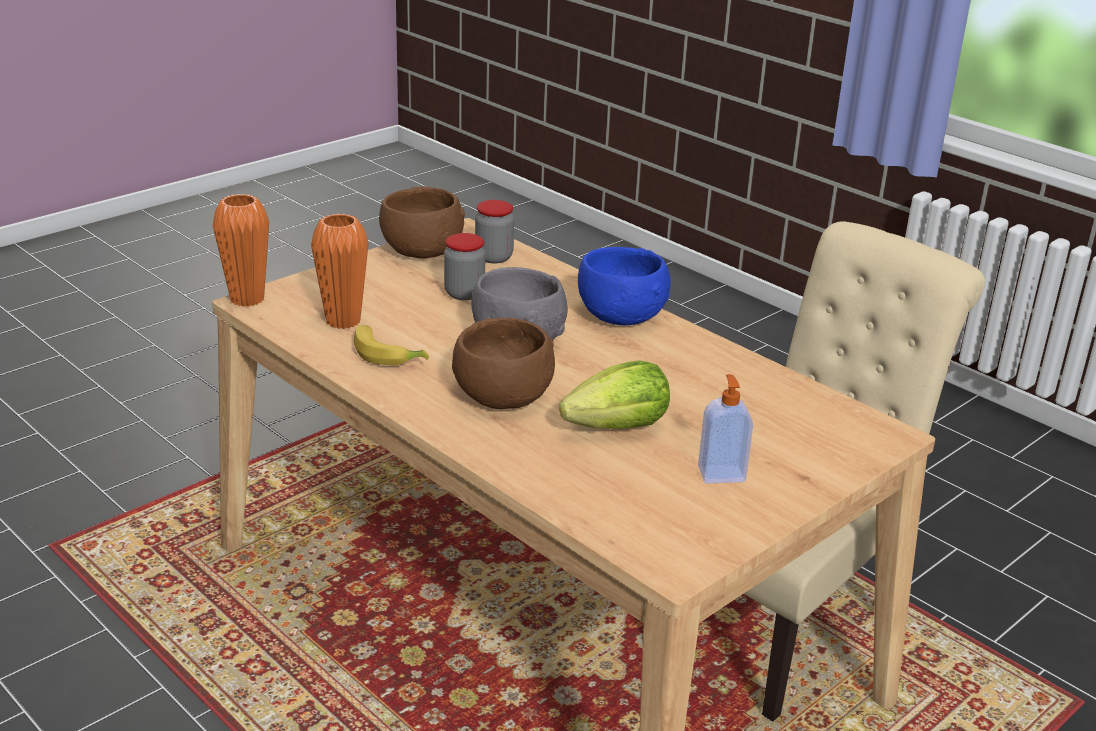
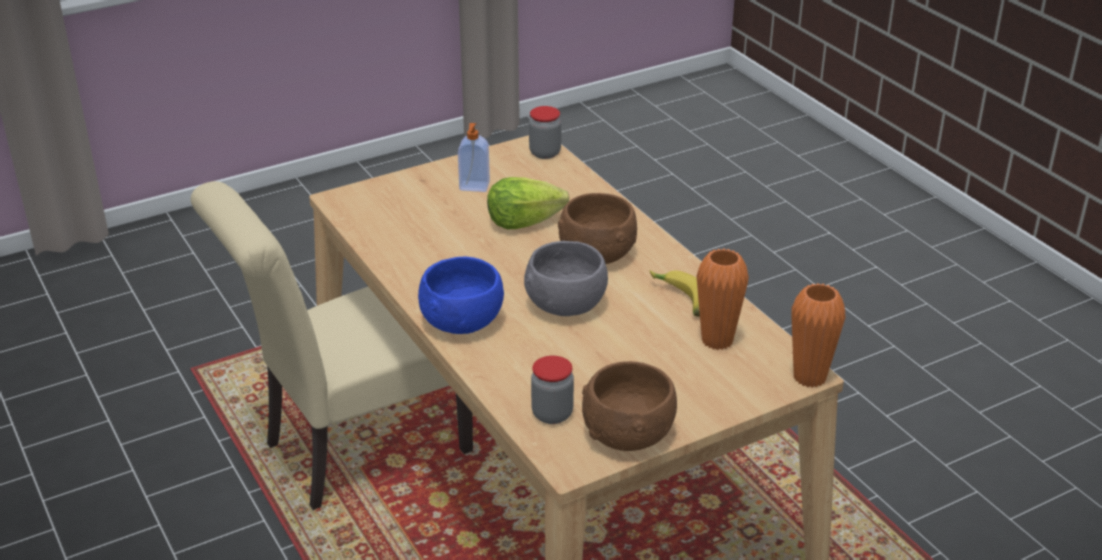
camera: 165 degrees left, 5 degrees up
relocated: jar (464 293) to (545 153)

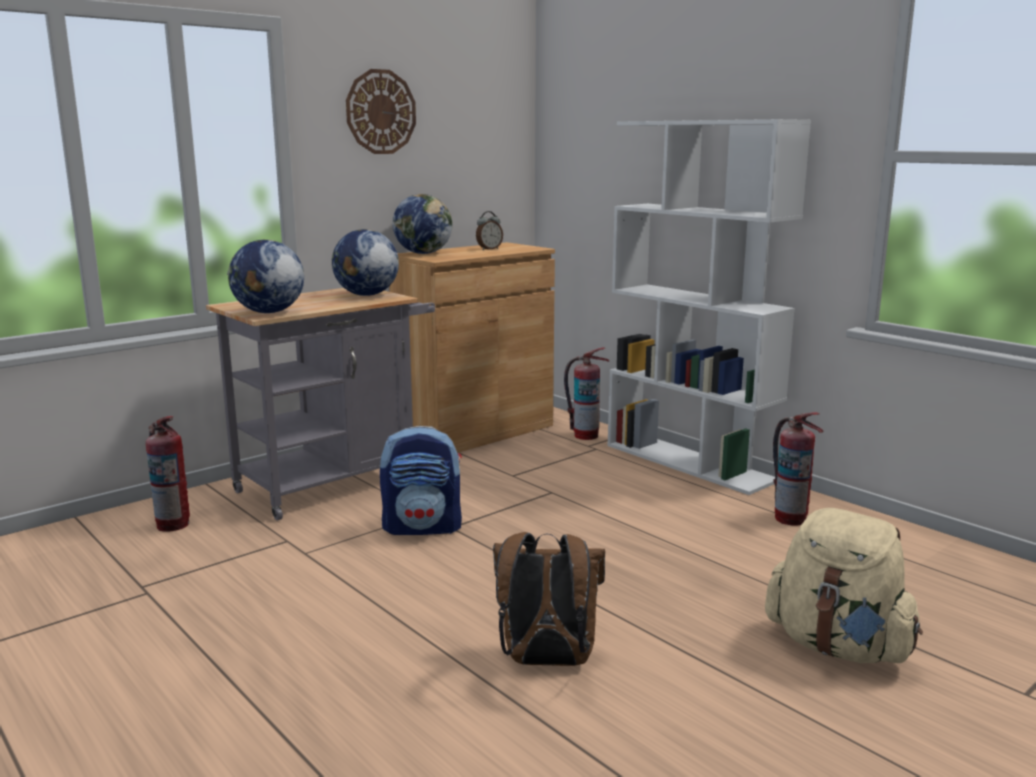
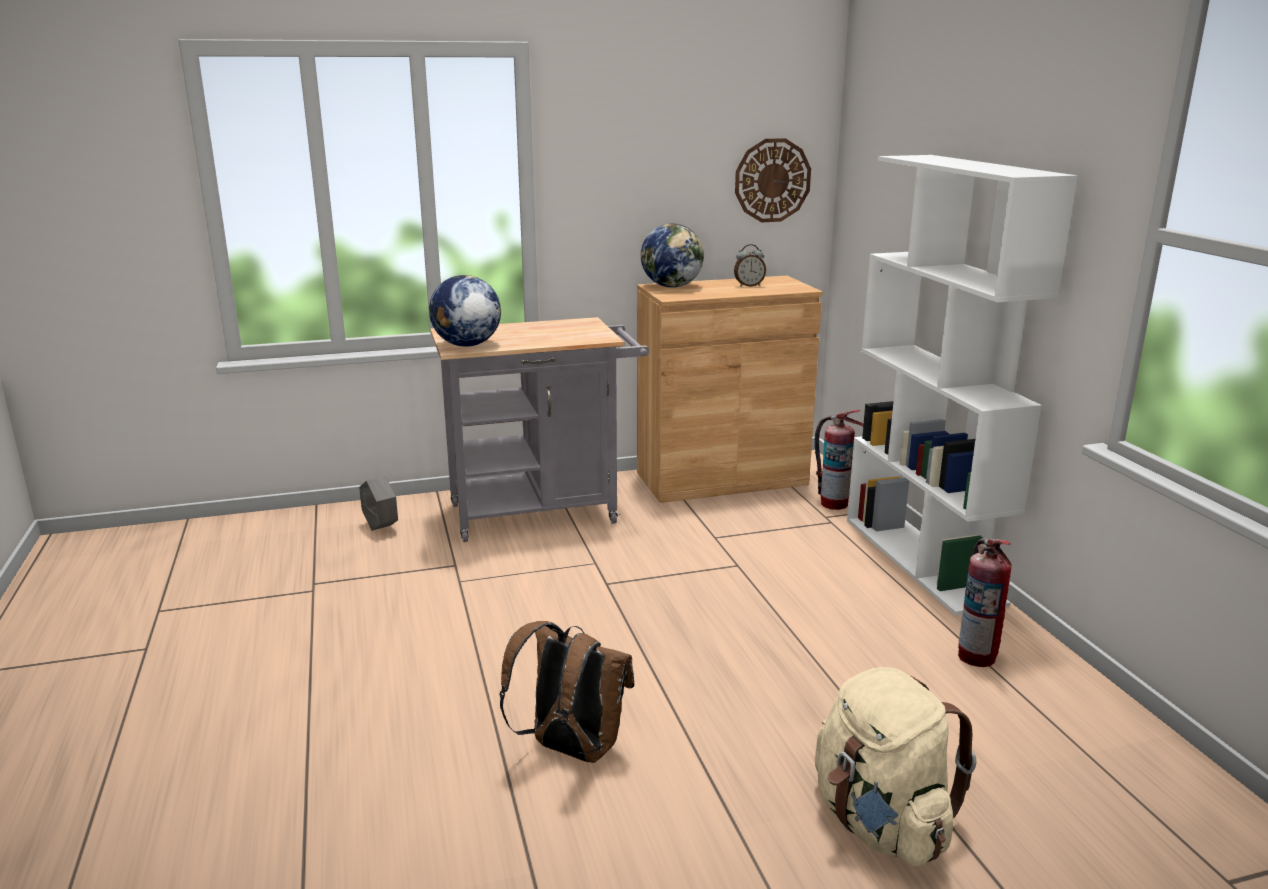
camera: 25 degrees right, 5 degrees up
missing: globe (366 295); backpack (423 527)
relocated: wall clock (380 112) to (772 180)
exchanged: fire extinguisher (173 524) to grey planter (381 528)

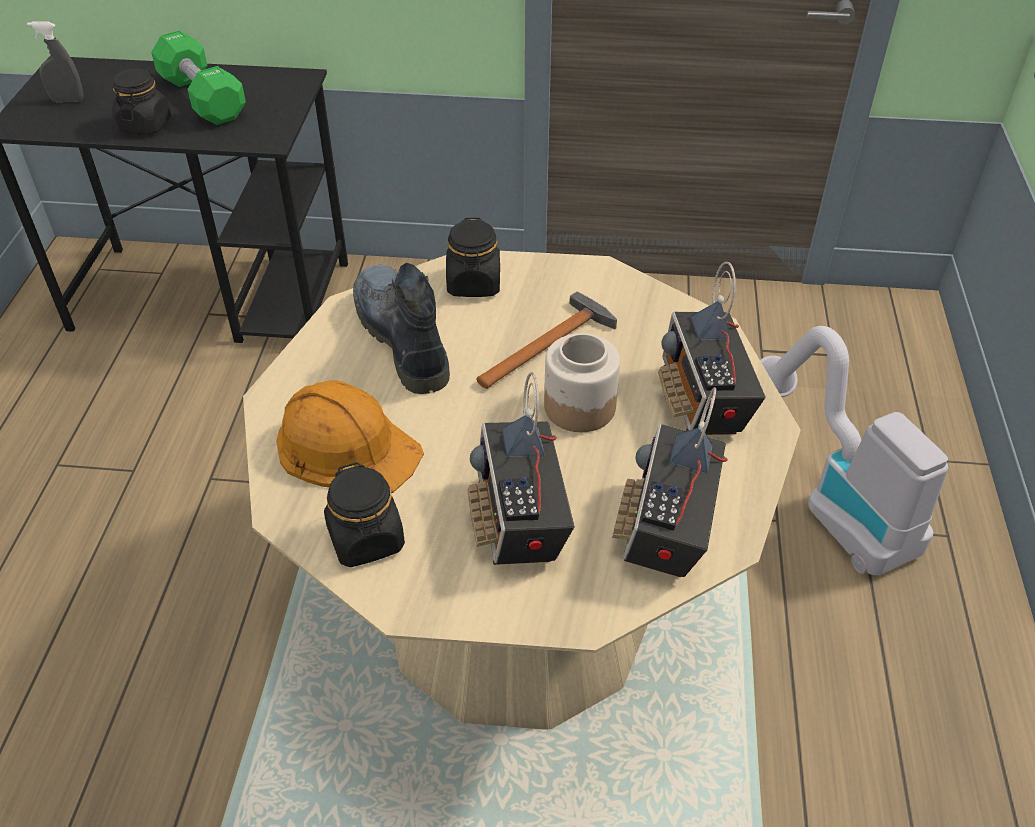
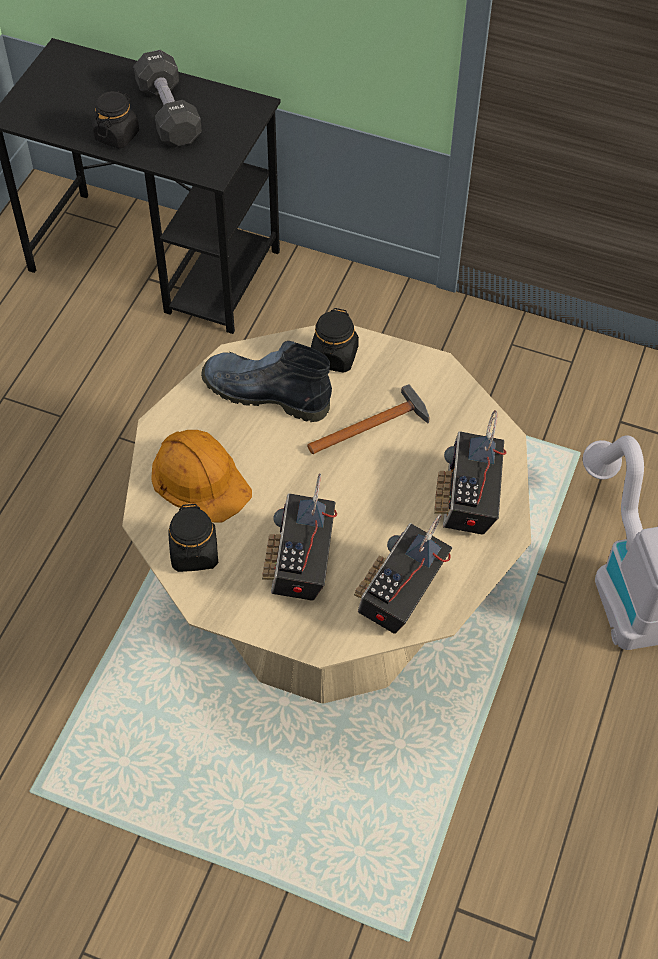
camera: 15 degrees right, 10 degrees up
missing: grey spray bottle (68 100); jar (579 406)
colour: green dumbbell (202 98) to black dumbbell (169 114)
spun: boot (400 336) = (264 393) 60 degrees counterclockwise

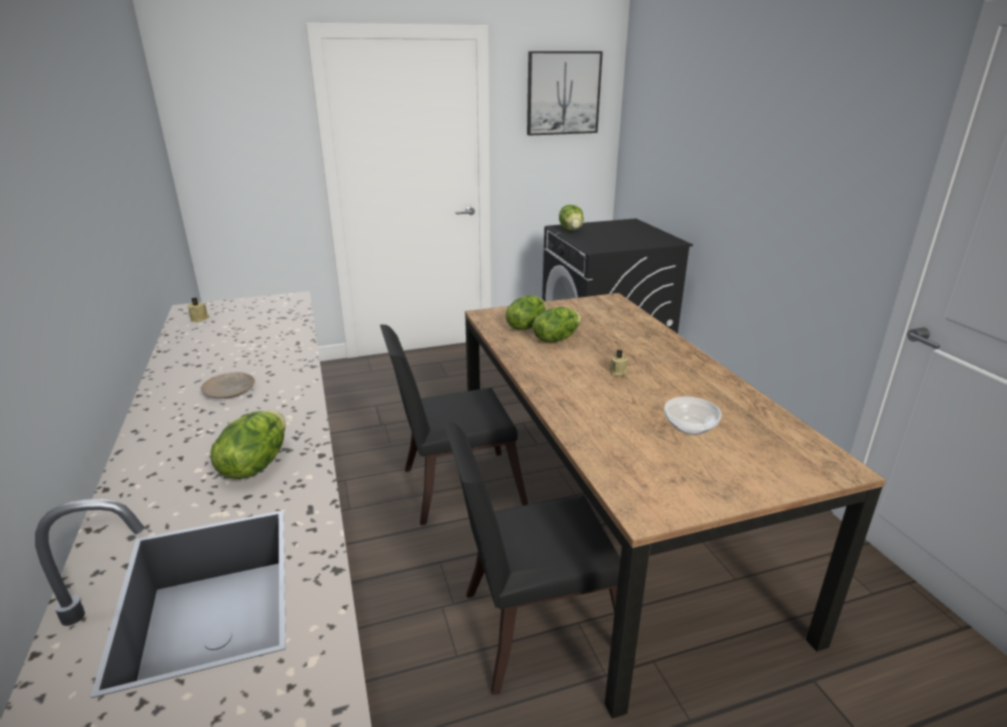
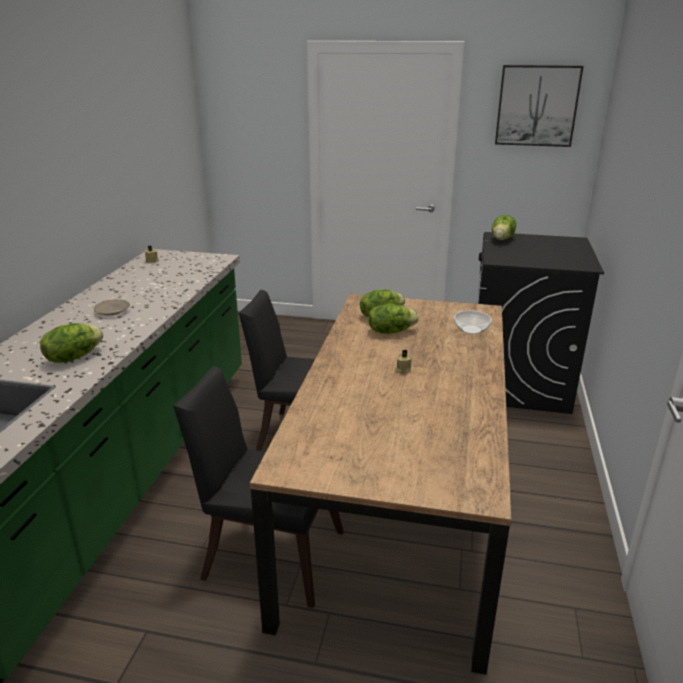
camera: 30 degrees right, 0 degrees up
relocated: bowl (689 426) to (471 329)

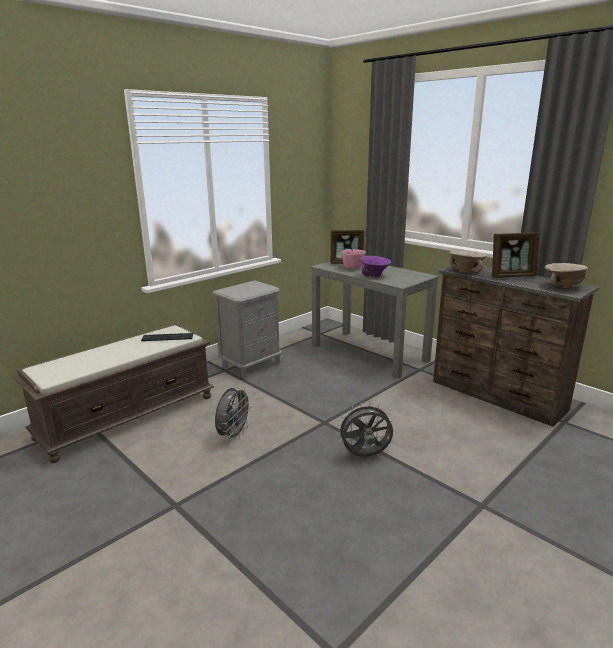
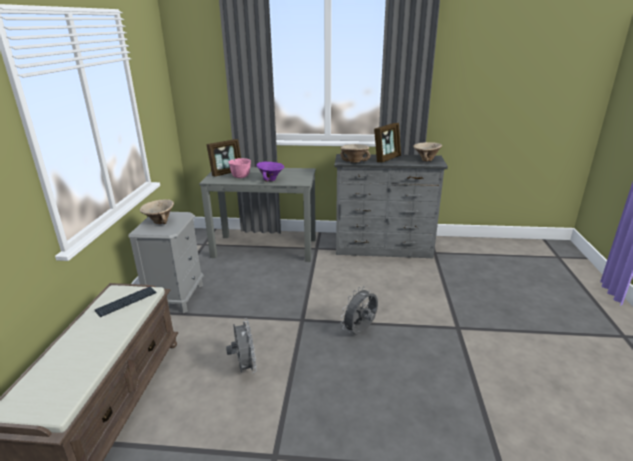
camera: 40 degrees left, 5 degrees up
appeared: beige bowl (159 222)
colour: brown dresser (497 396) to grey dresser (384 250)

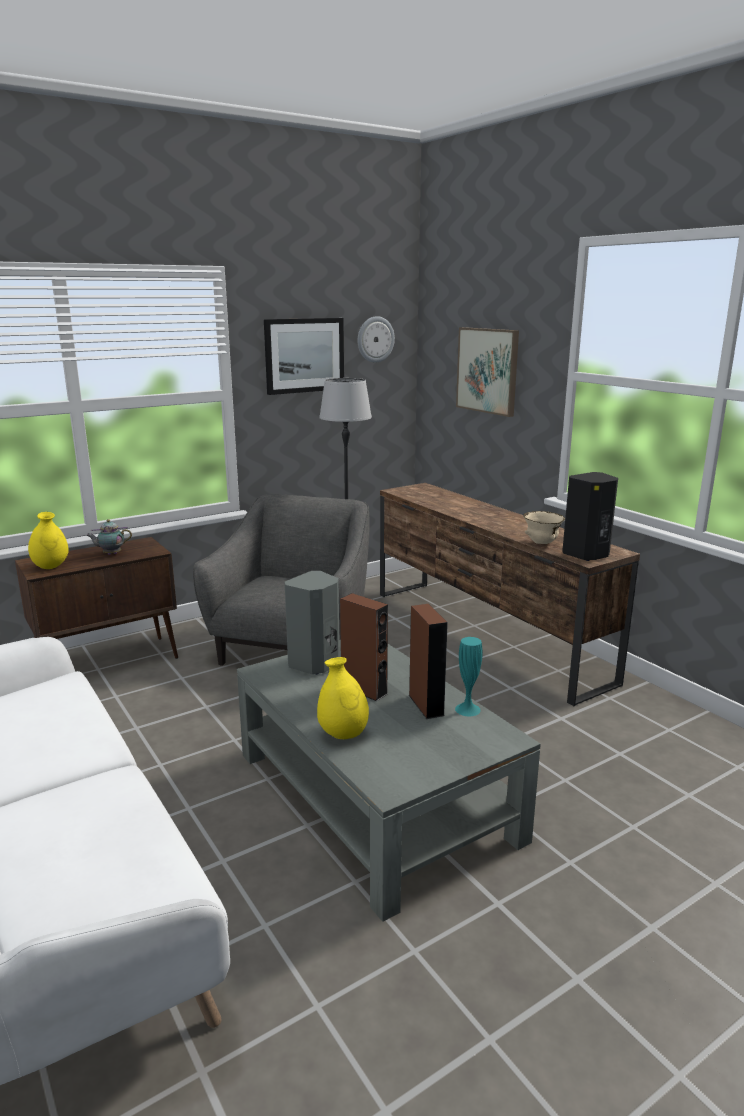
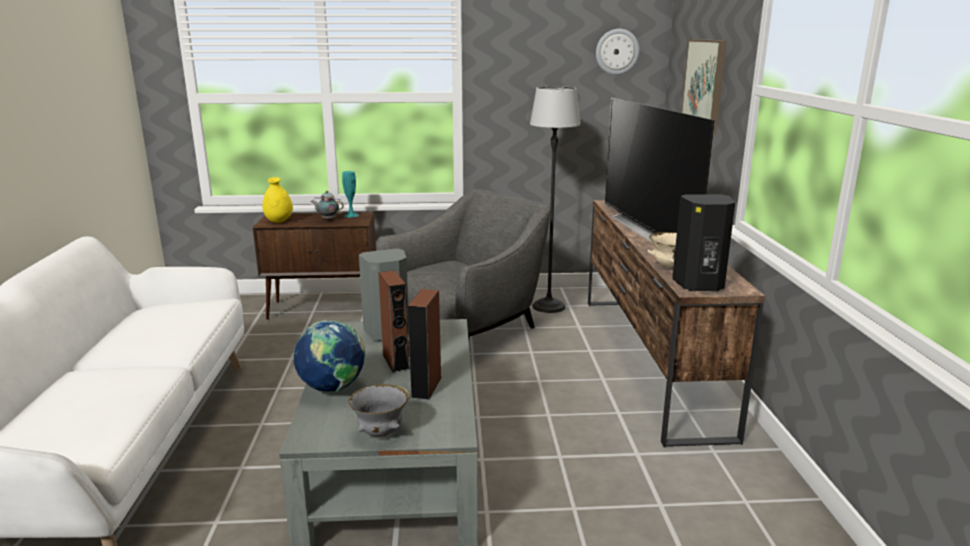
camera: 30 degrees right, 0 degrees up
missing: picture (304 355)
appeared: television (653 231); grey bowl (381 433)
relocated: turquoise vase (467 709) to (351 215)
exchanged: yellow vase (343 734) to globe (333 389)

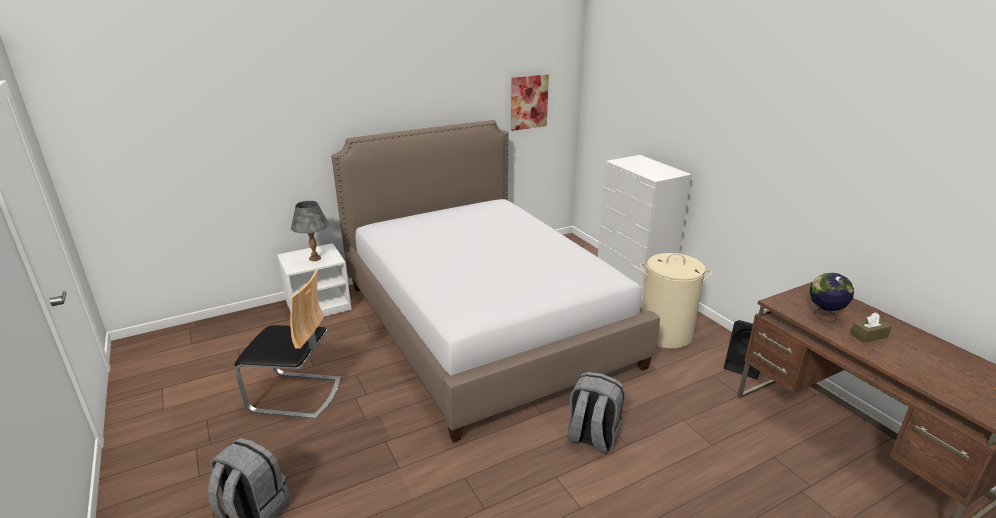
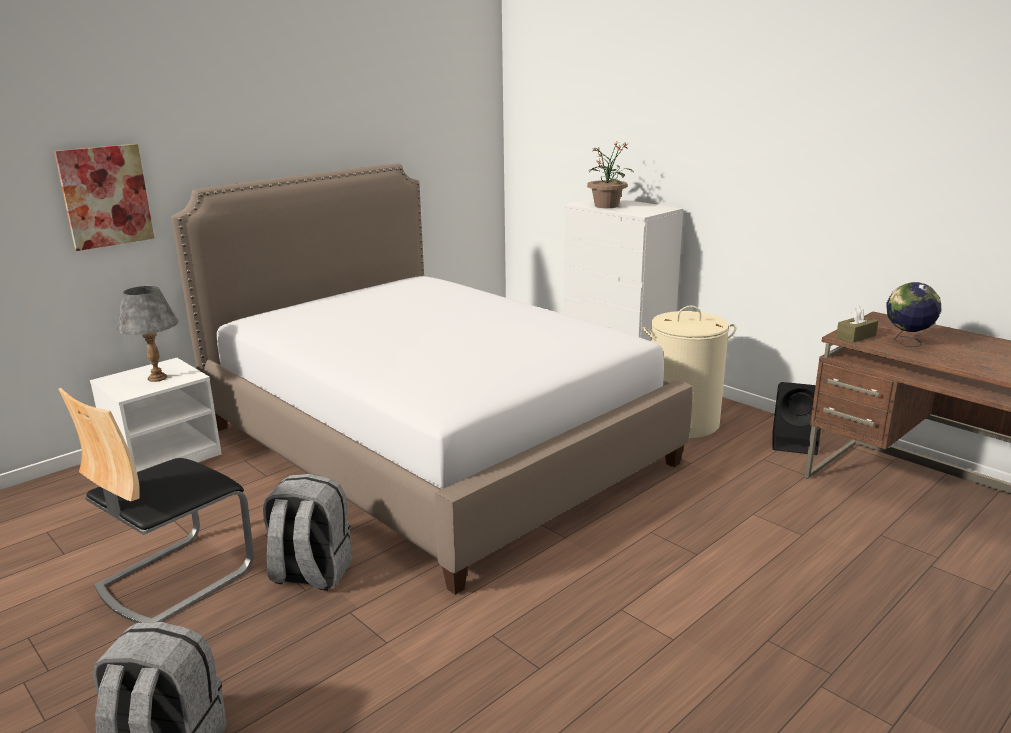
camera: 15 degrees left, 5 degrees down
appeared: potted plant (606 206)
relocated: picture (528 102) to (105 196); brown tissue box (868 336) to (855 336); grey backpack (592 437) to (310 574)
spun: chair (295 395) = (174 577) 135 degrees clockwise

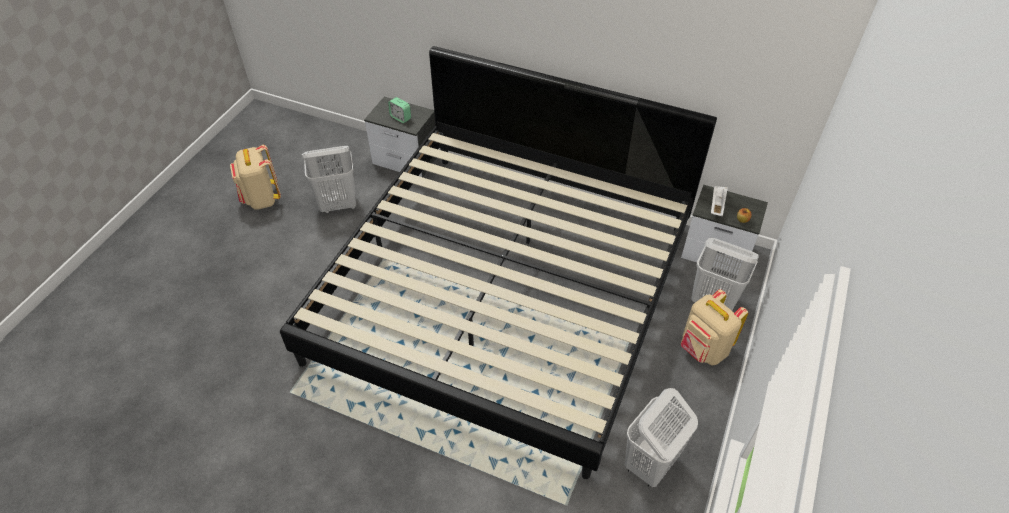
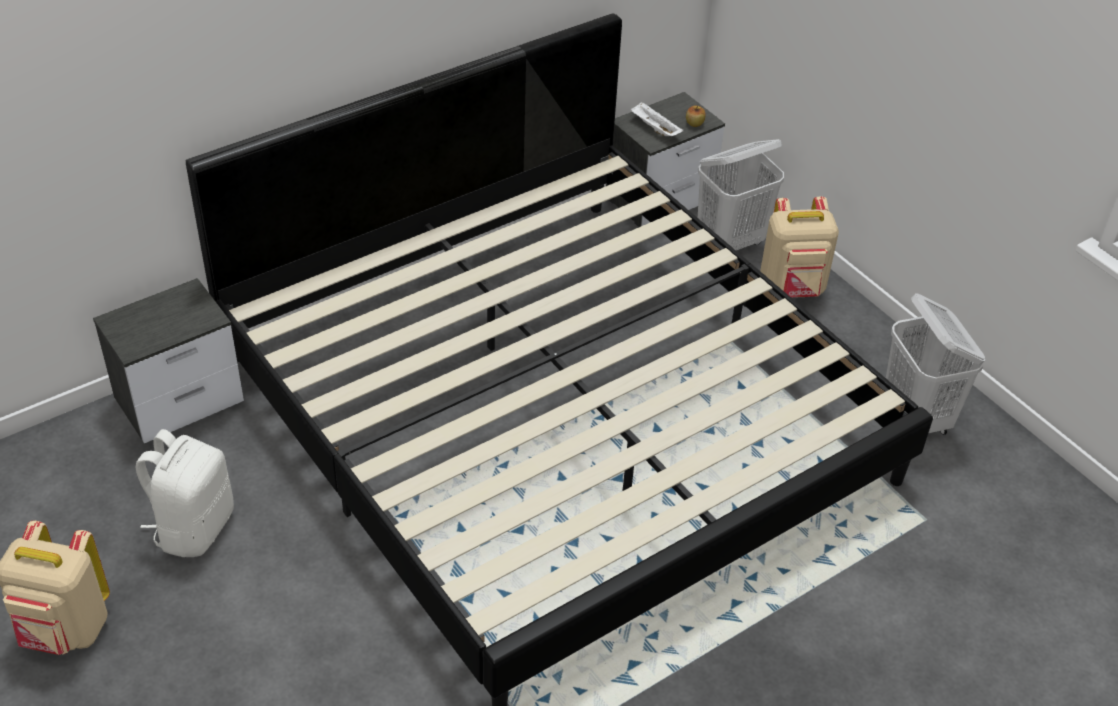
camera: 60 degrees left, 5 degrees down
missing: alarm clock (400 118)
exchanged: white laundry basket (339 204) to white backpack (193 527)

